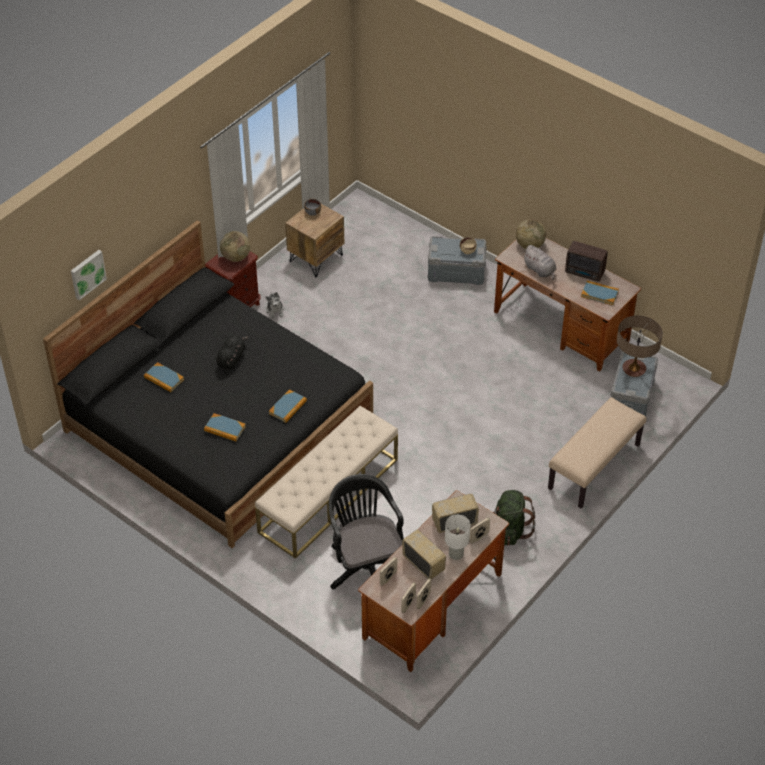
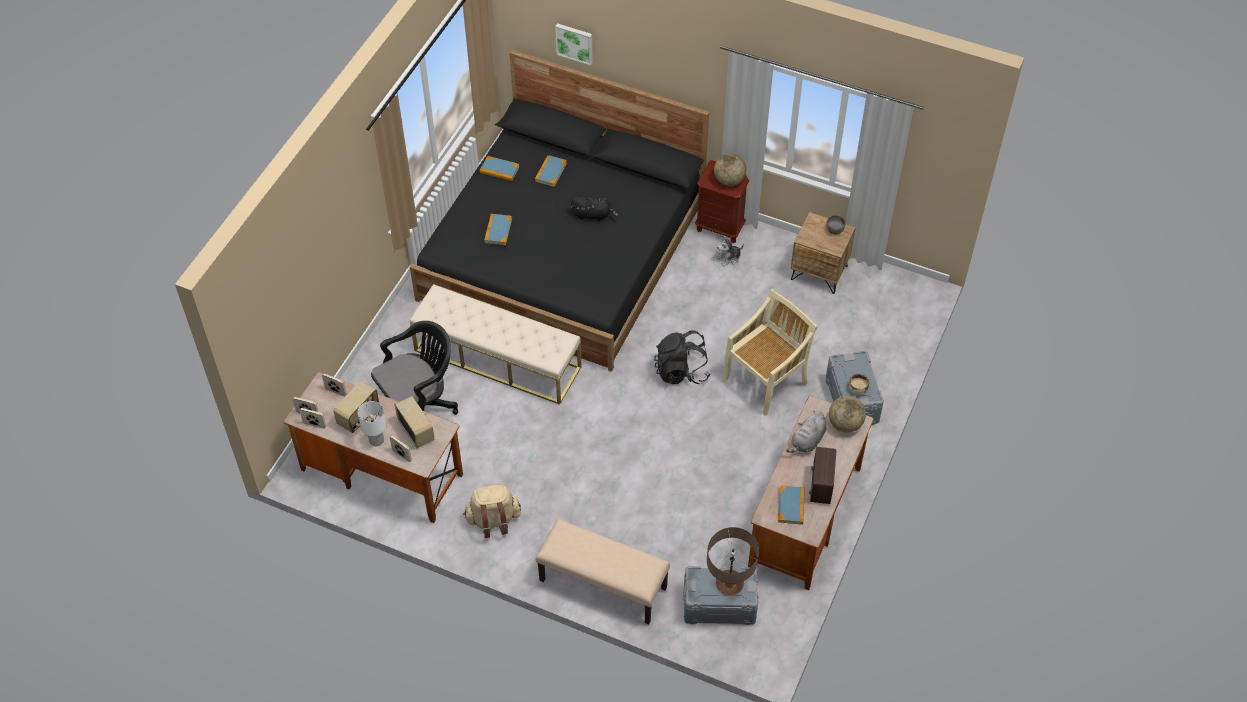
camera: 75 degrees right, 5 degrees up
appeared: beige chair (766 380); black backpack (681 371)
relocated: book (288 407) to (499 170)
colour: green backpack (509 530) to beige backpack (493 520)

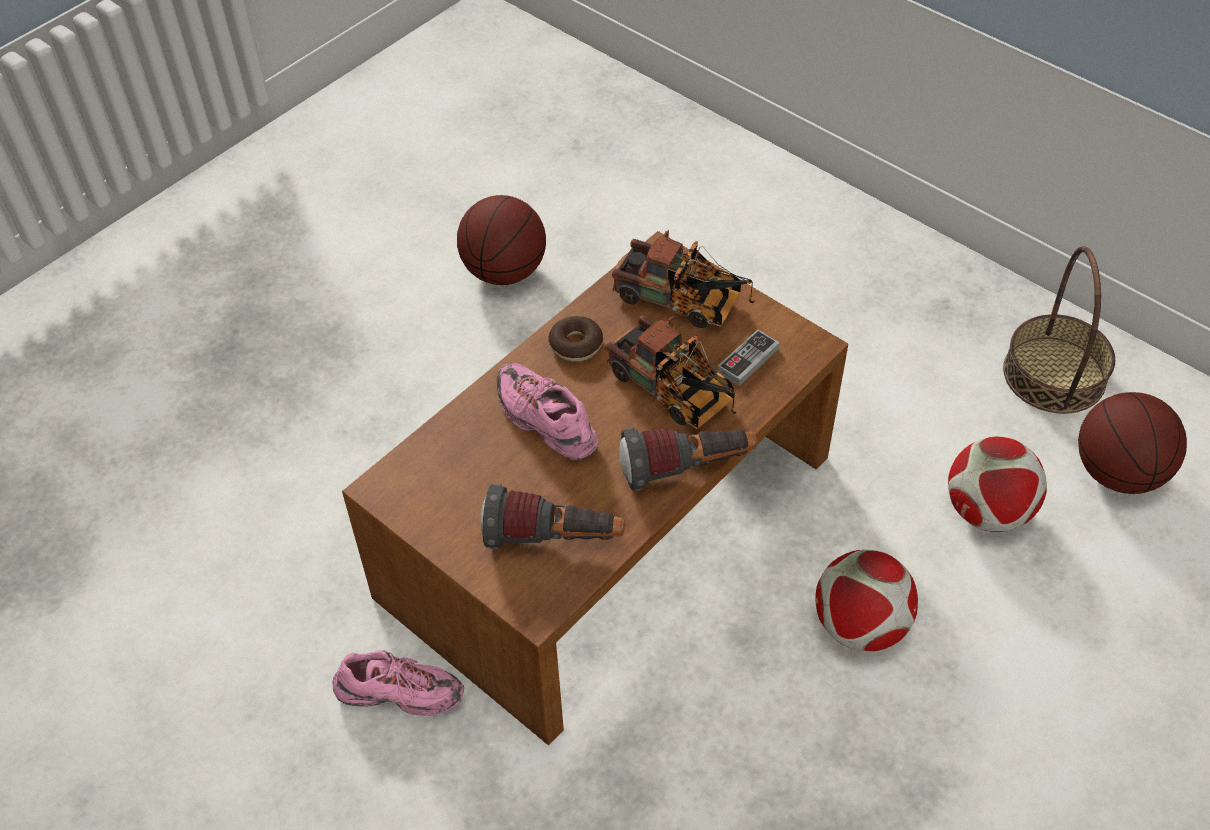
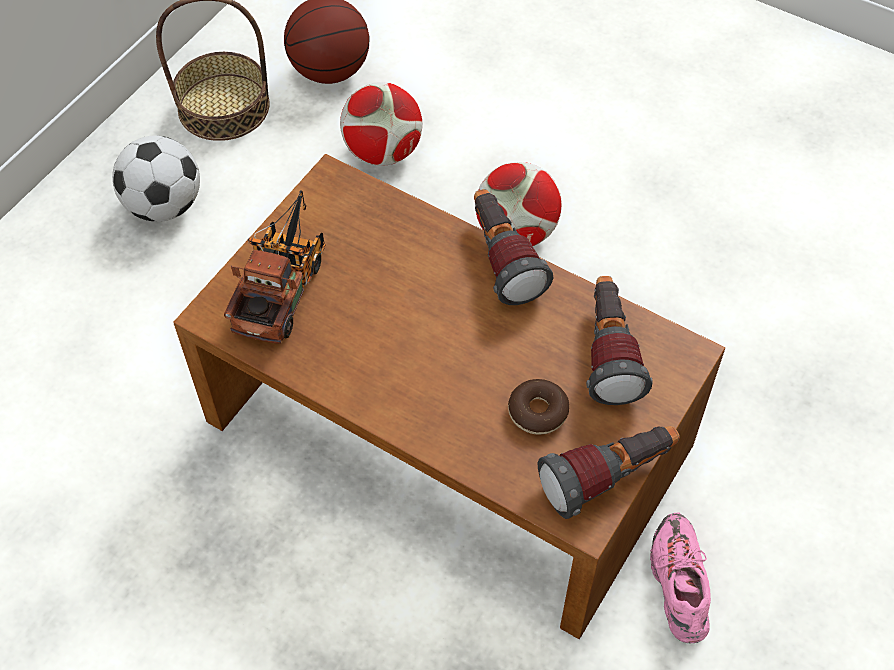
camera: 100 degrees left, 5 degrees up
missing: basketball (504 271); toy truck (675 393); game controller (748 360); pink shoe (545 422)
appeared: football (164 206); flashlight (608 477)
relocated: donut (576 345) to (538 412)

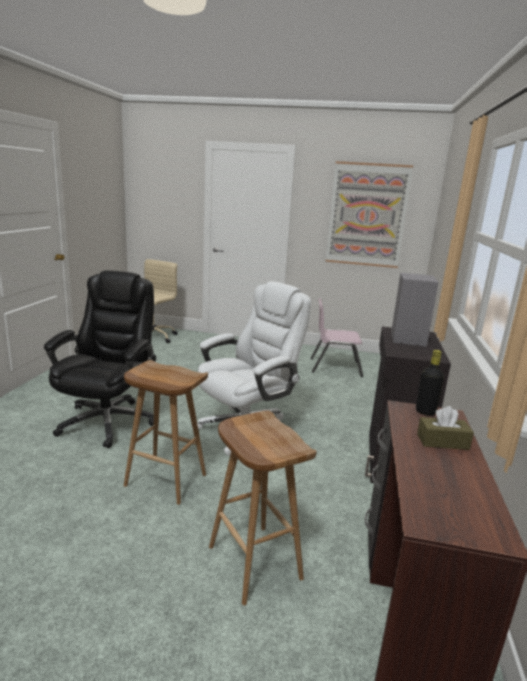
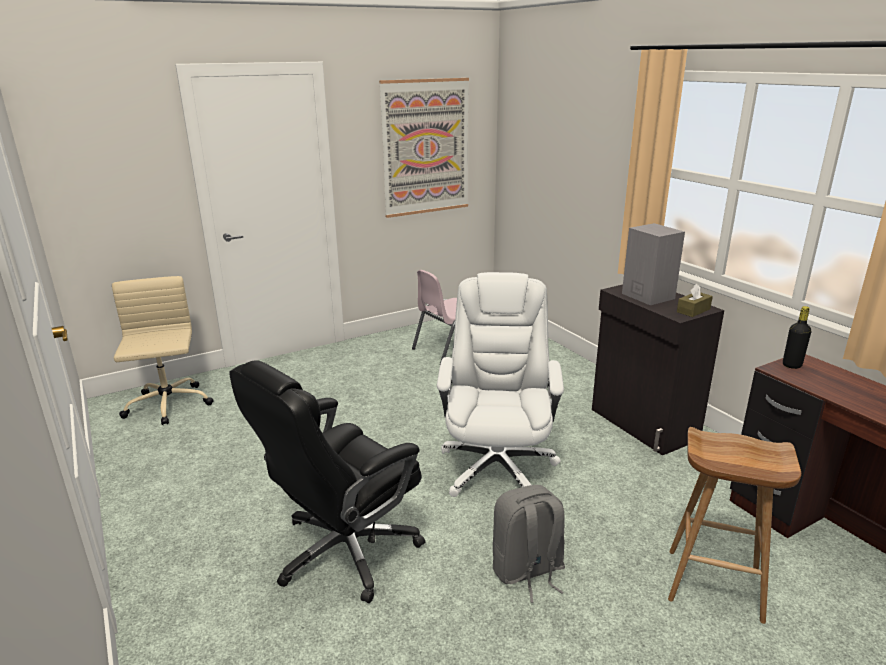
camera: 40 degrees left, 5 degrees up
relocated: brown tissue box (442 442) to (693 310)
exchanged: brown stool (164 480) to grey backpack (527 571)
spun: black office chair (108 421) = (344 551) 105 degrees counterclockwise

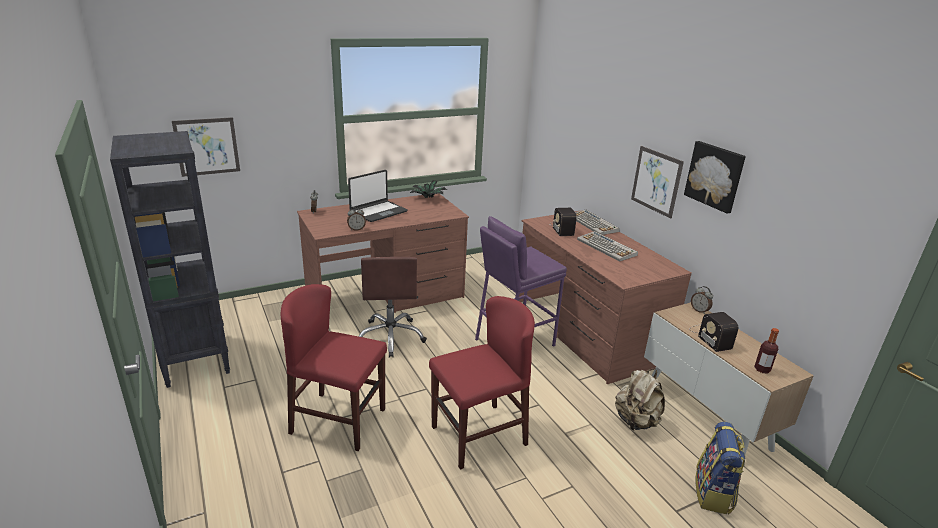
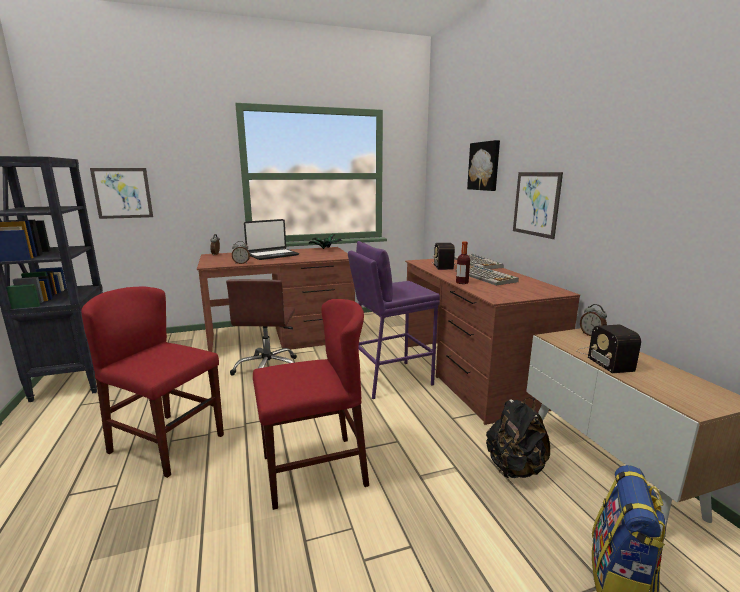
camera: 10 degrees right, 10 degrees down
relocated: picture (715 176) to (484 166); bottle (762 369) to (462 282)
colour: beige backpack (636 421) to black backpack (514 468)

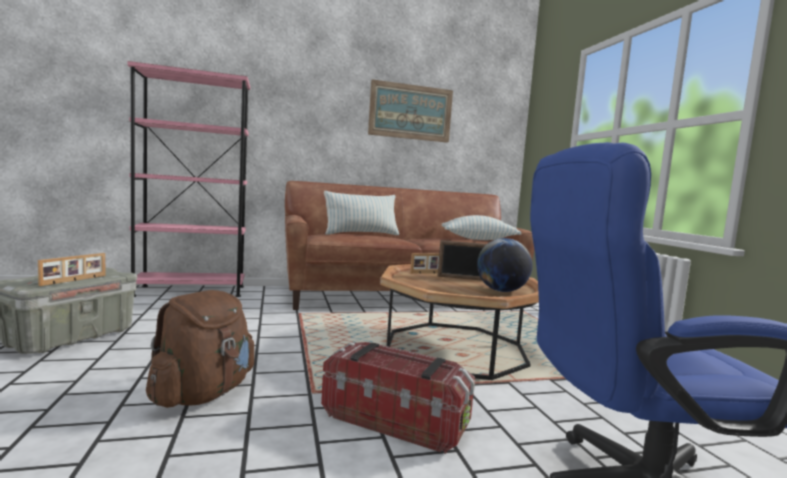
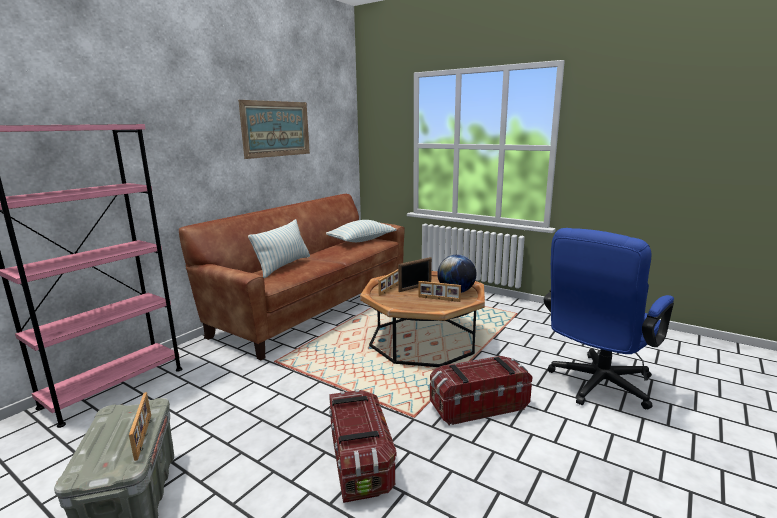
camera: 40 degrees left, 10 degrees up
appeared: picture frame (439 299)
exchanged: brown backpack (203 394) to storage box (360 461)

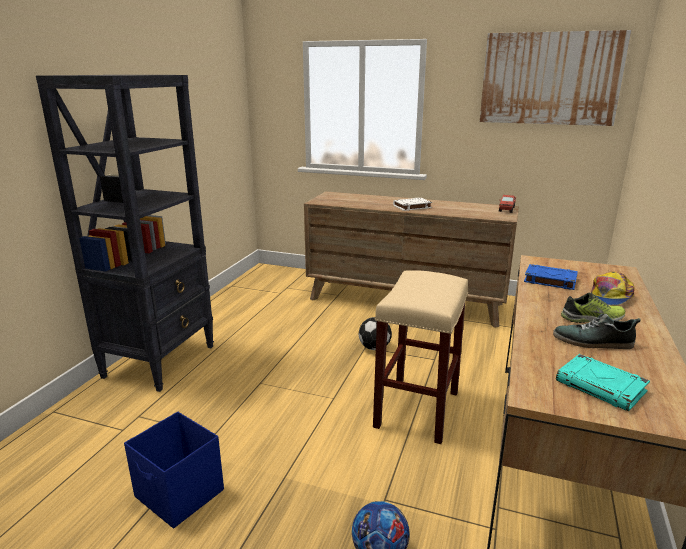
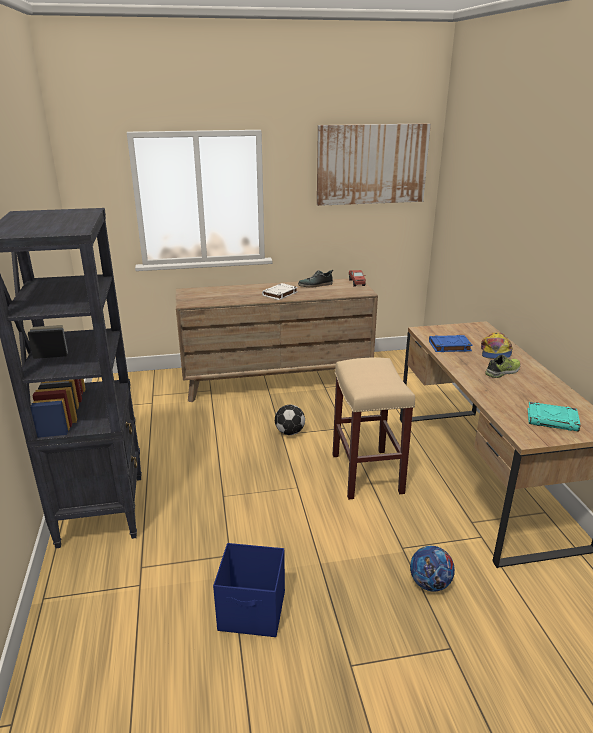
camera: 30 degrees left, 5 degrees up
relocated: shoe (593 342) to (315 285)

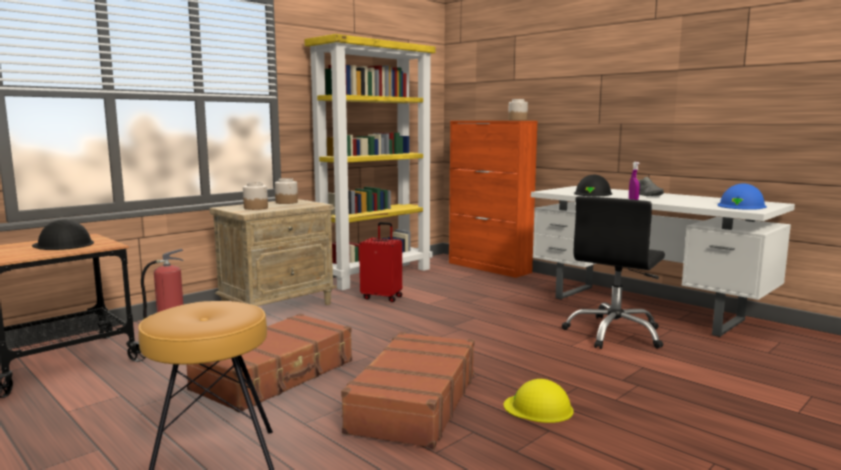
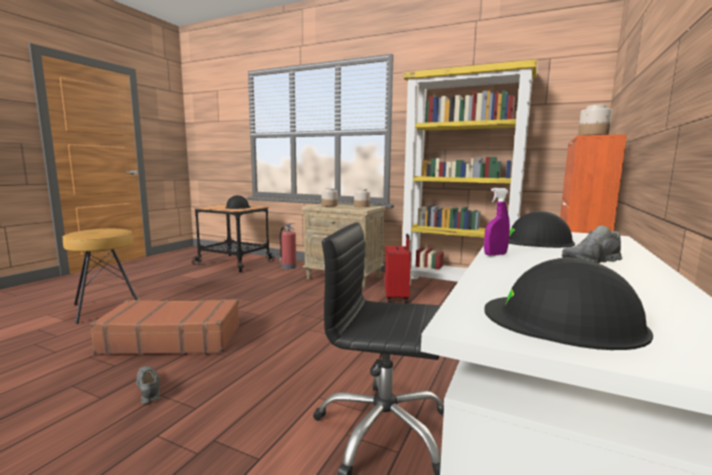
camera: 70 degrees right, 0 degrees up
missing: brown suitcase (275 375)
exchanged: yellow hard hat (538 408) to grey shoe (148 389)
colour: blue hard hat (741 206) to black hard hat (563 320)

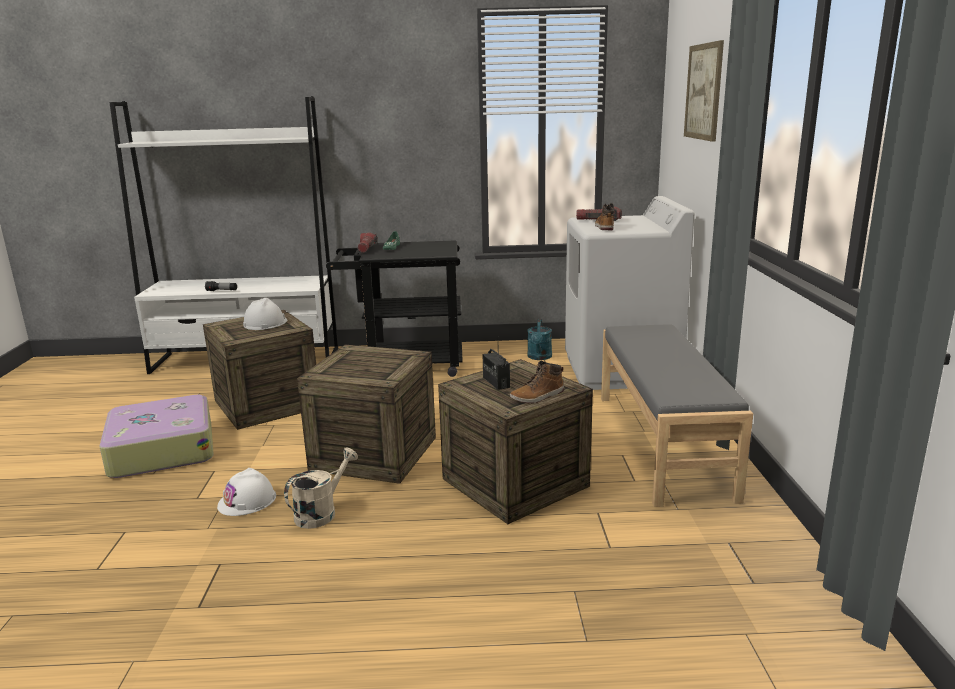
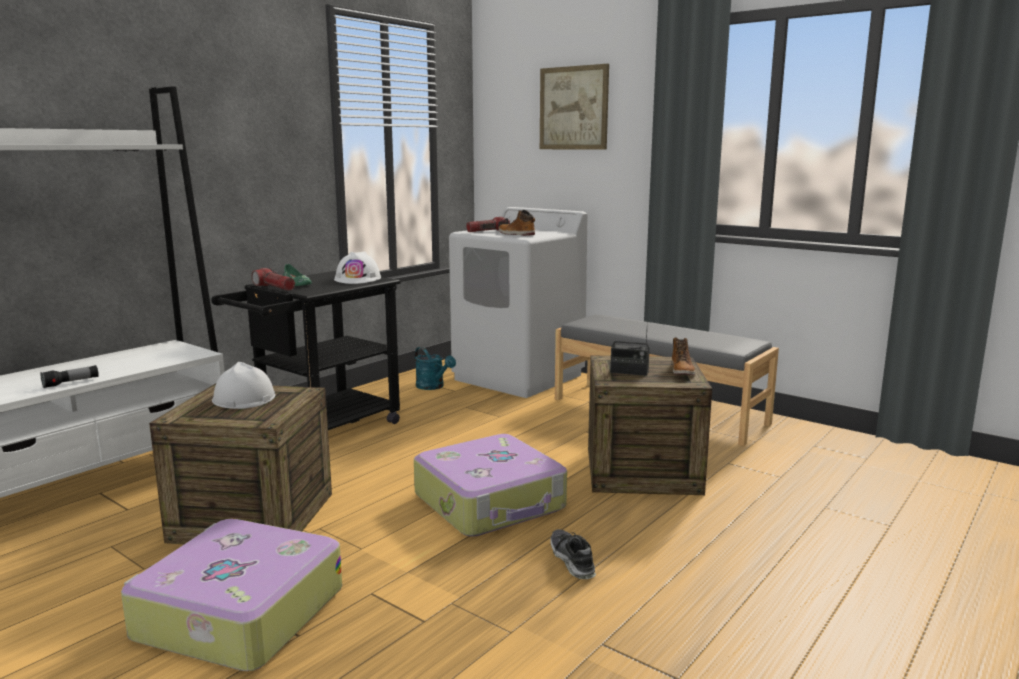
camera: 50 degrees left, 5 degrees down
relocated: white hard hat (247 501) to (358 279)
exchanged: crate (374 453) to suitcase (491 502); beige watering can (321 512) to shoe (572 561)

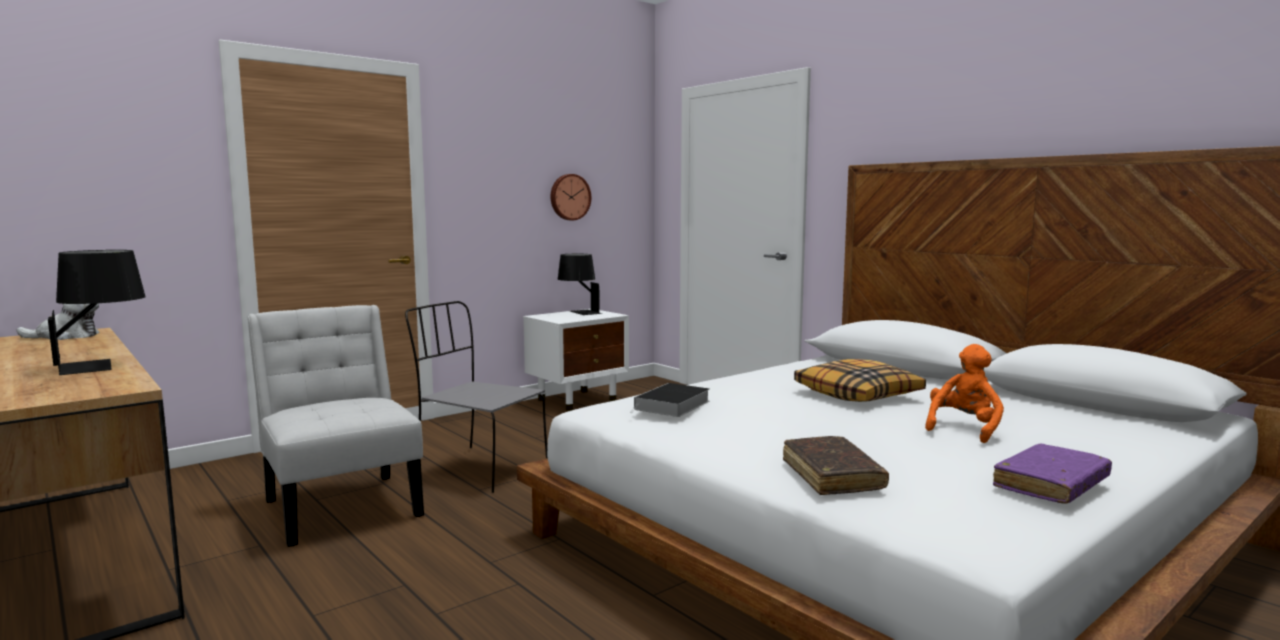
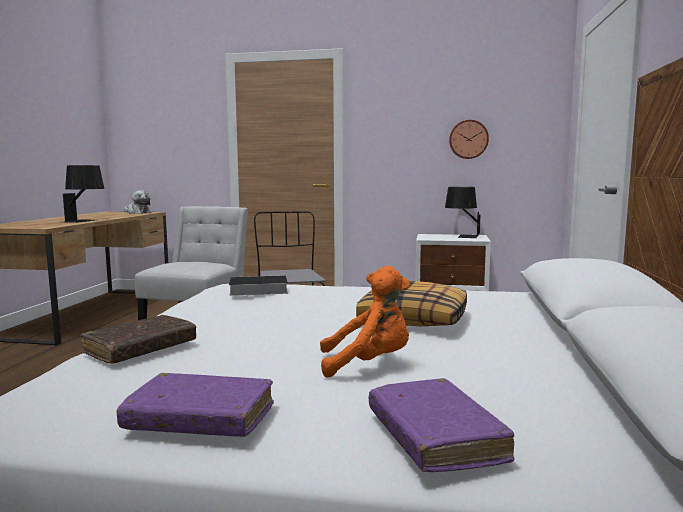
camera: 50 degrees right, 0 degrees up
appeared: purple book (434 437)

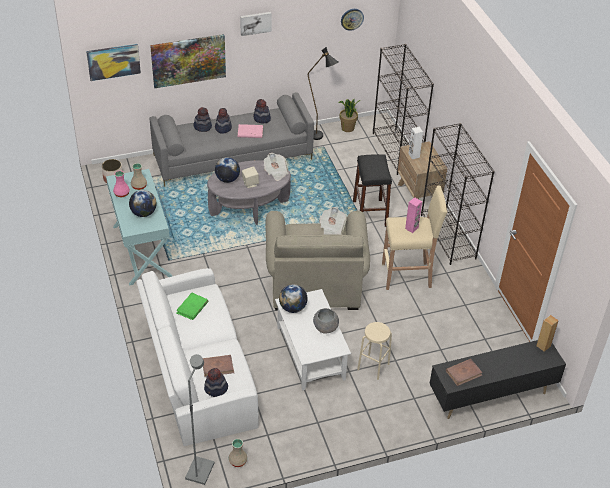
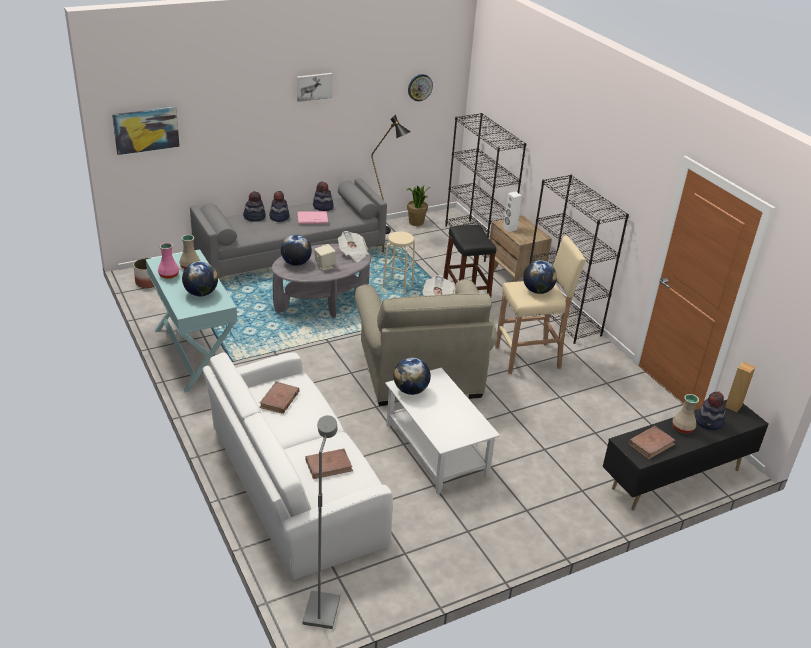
camera: 10 degrees left, 10 degrees down
missing: picture (188 60); grey bowl (325 328)
relocated: beige stool (373 366) to (398 285); hat (216 389) to (709 422); beige vase (238 461) to (683 428)
exchanged: pink speaker (411 228) to globe (537 291)
colour: green book (192 308) to brown book (279 400)

